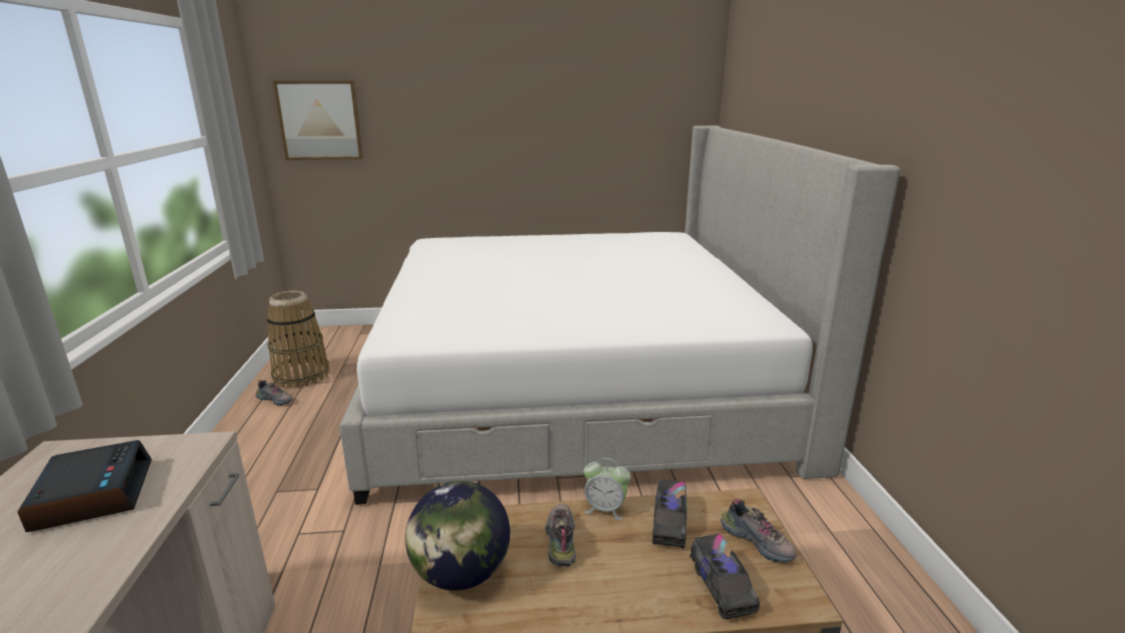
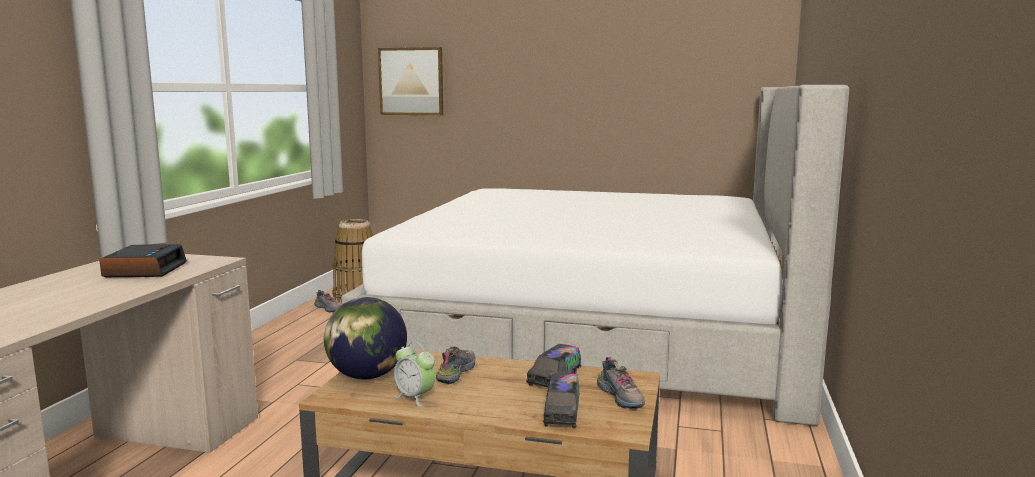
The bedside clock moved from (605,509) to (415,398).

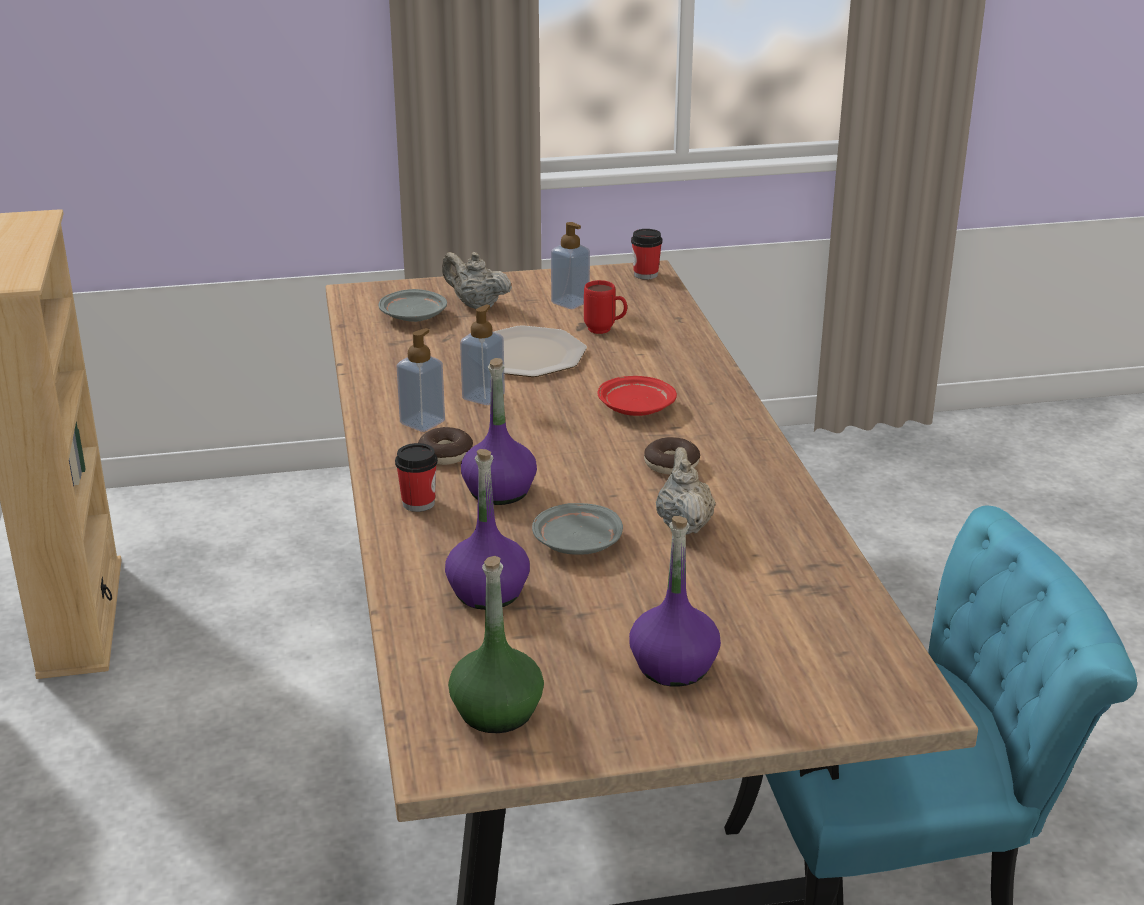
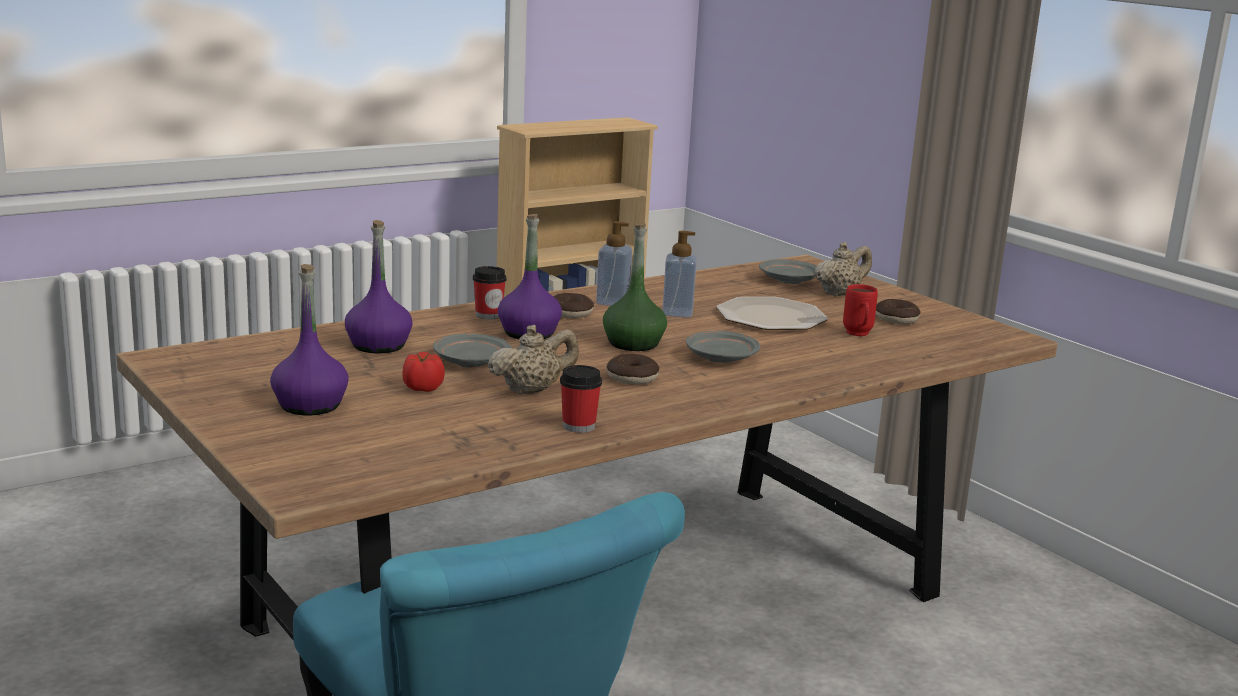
The beige-coloured tea pot at (476,305) turned 45 degrees clockwise.
The green drink bottle moved from (496,712) to (633,343).
The soap dispenser at (570,302) was replaced by the doughnut at (896,319).
The red plate at (635,408) became the greyish plate at (721,358).
The drinking cup moved from (645,274) to (579,426).
The fresh tomato at (422,388) appeared.

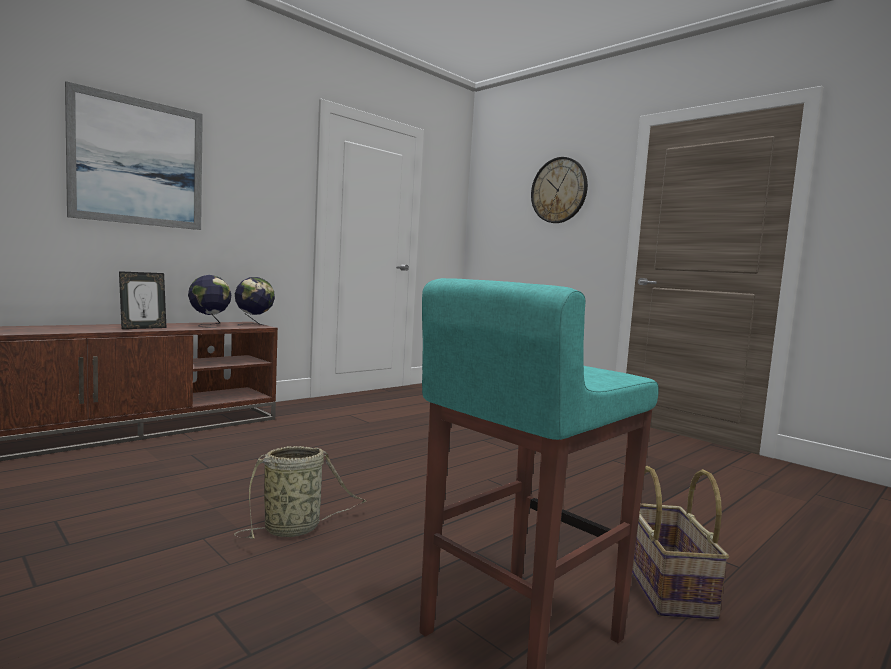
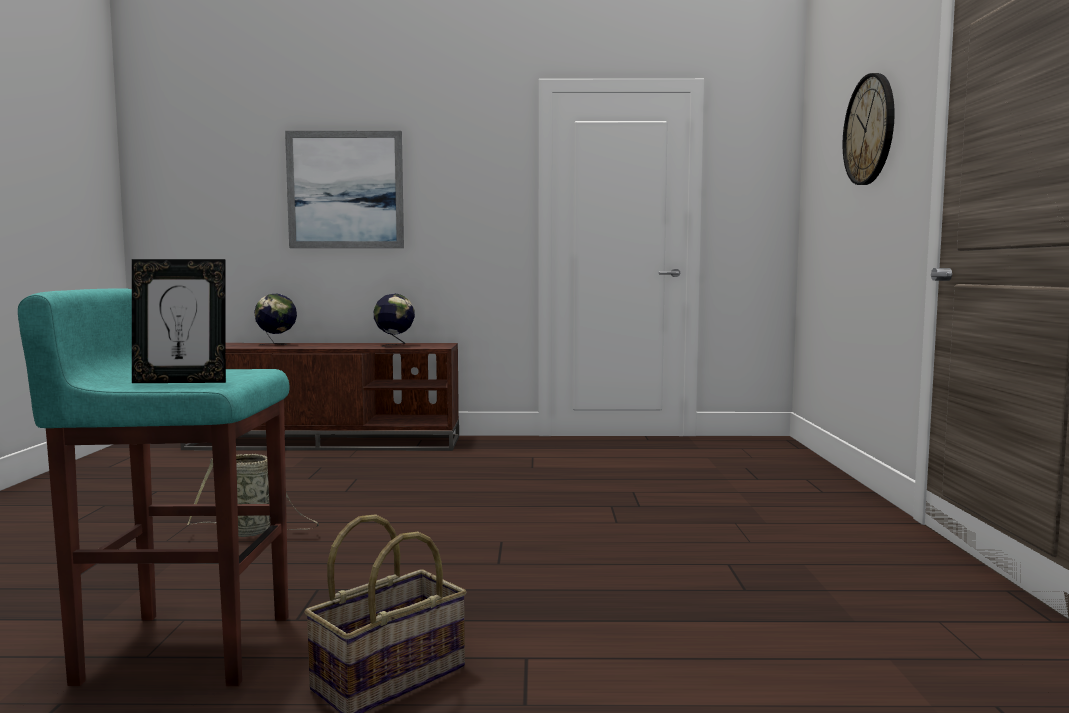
The standing frame moved from (143,328) to (181,381).
The world globe moved from (254,325) to (277,345).

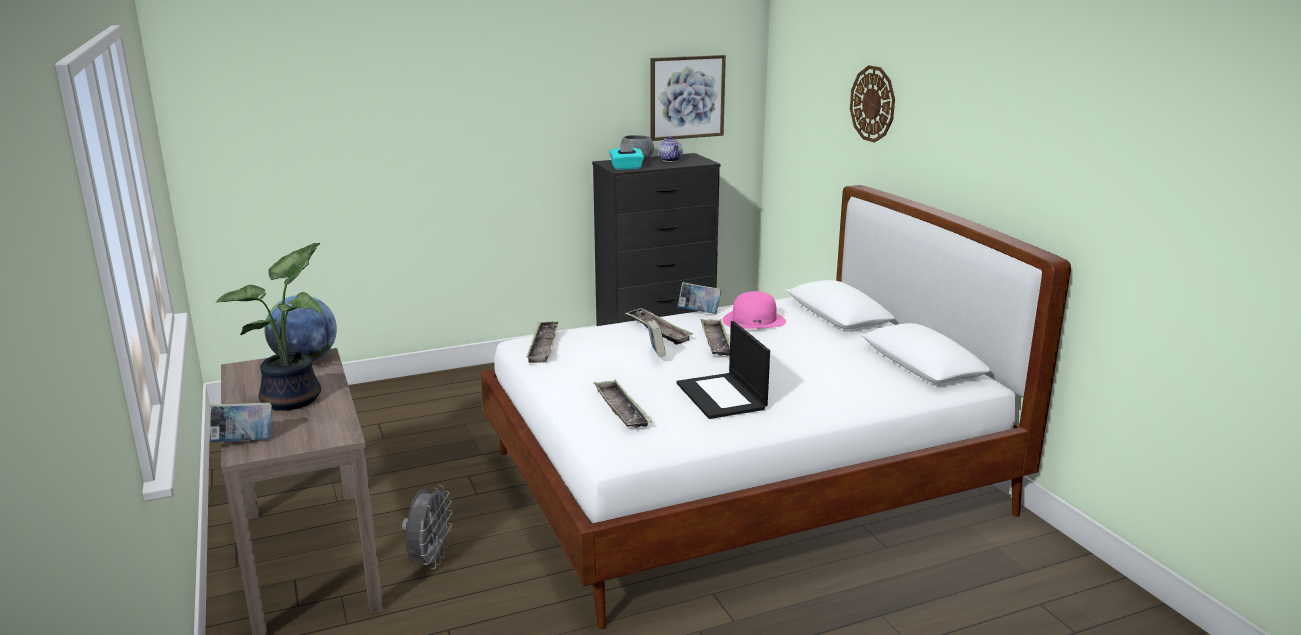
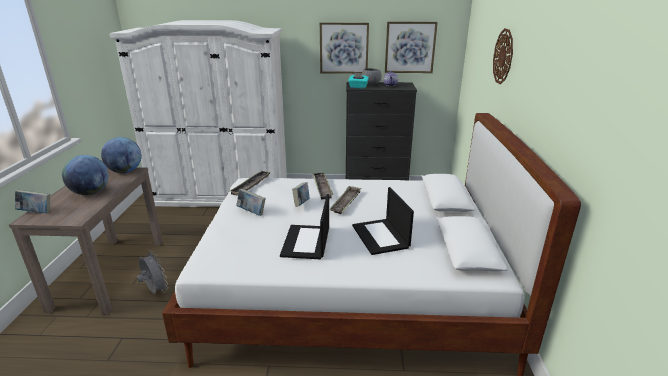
The plant in a pot at (295,399) was replaced by the world globe at (90,193).
The greyish fan at (430,560) turned 75 degrees counterclockwise.
The serving tray at (621,409) disappeared.
The bound book moved from (699,313) to (251,212).
The pinkish hat at (754,320) disappeared.
The white clothes cupboard at (221,195) appeared.
The wall picture at (344,48) appeared.
The laptop at (381,237) appeared.

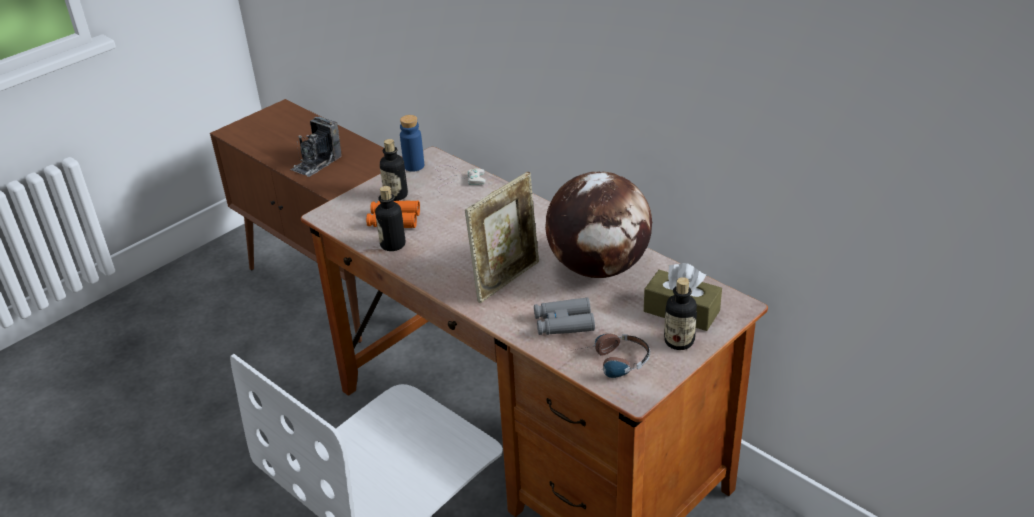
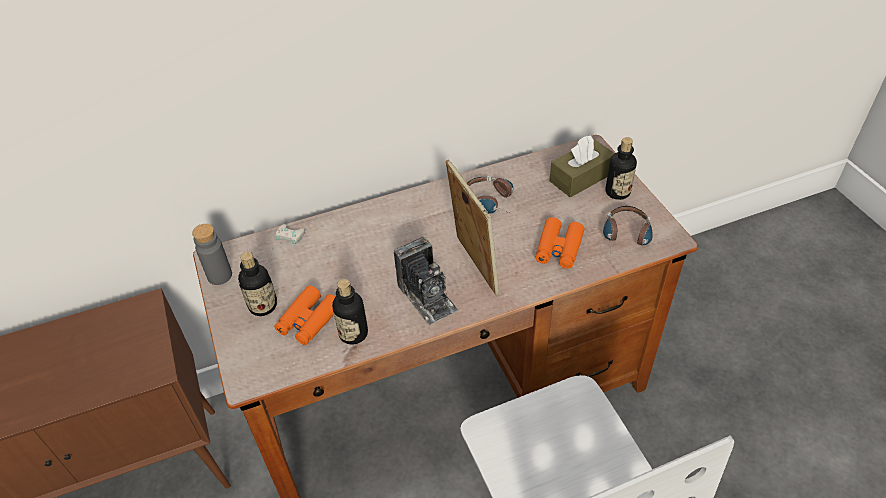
The photo camera moved from (317,163) to (427,297).
The bluish drink bottle at (414,166) became the greyish drink bottle at (219,275).
The greyish field glasses at (563,323) became the orange field glasses at (558,248).
The world globe at (599,268) was replaced by the headphones at (494,202).

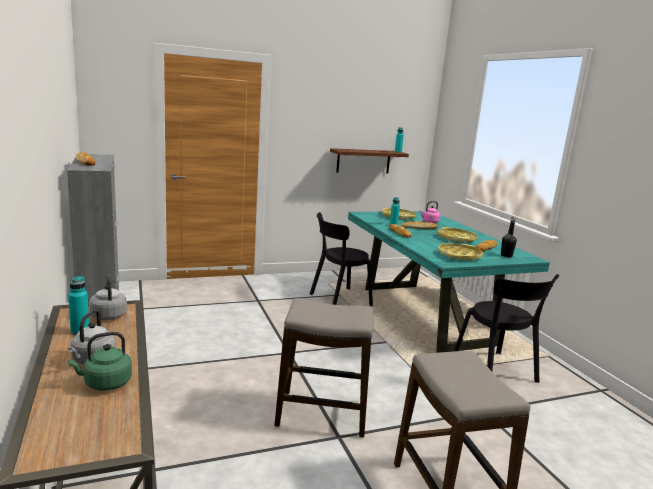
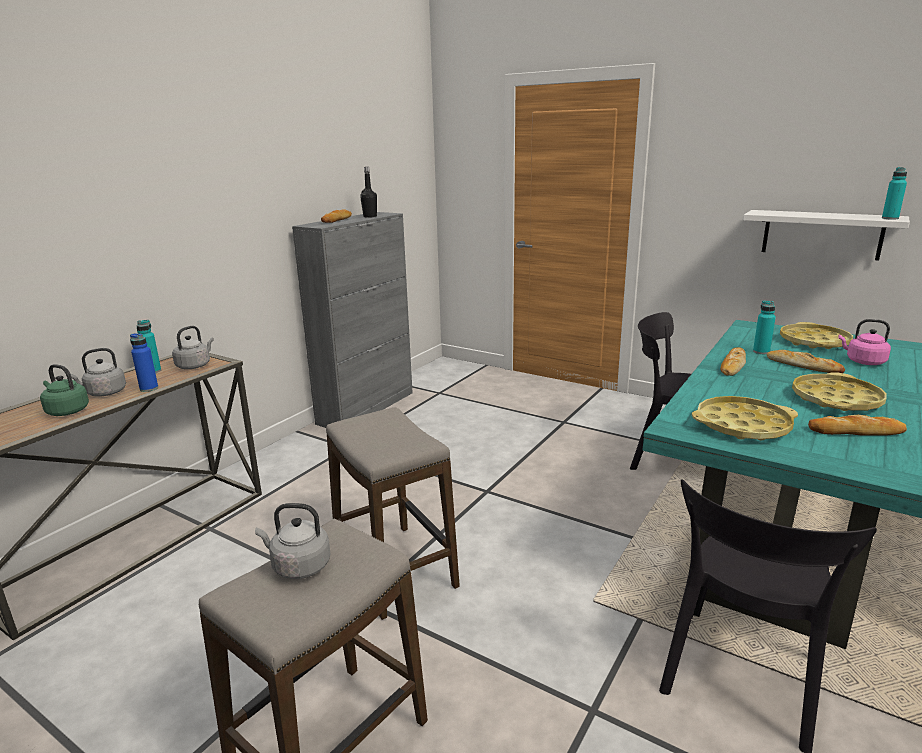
The brownish wall shelf at (363,161) became the white wall shelf at (821,234).
The black-coloured drink bottle moved from (506,256) to (370,216).
The bluish drink bottle at (149,388) appeared.
The greyish tea kettle at (298,566) appeared.

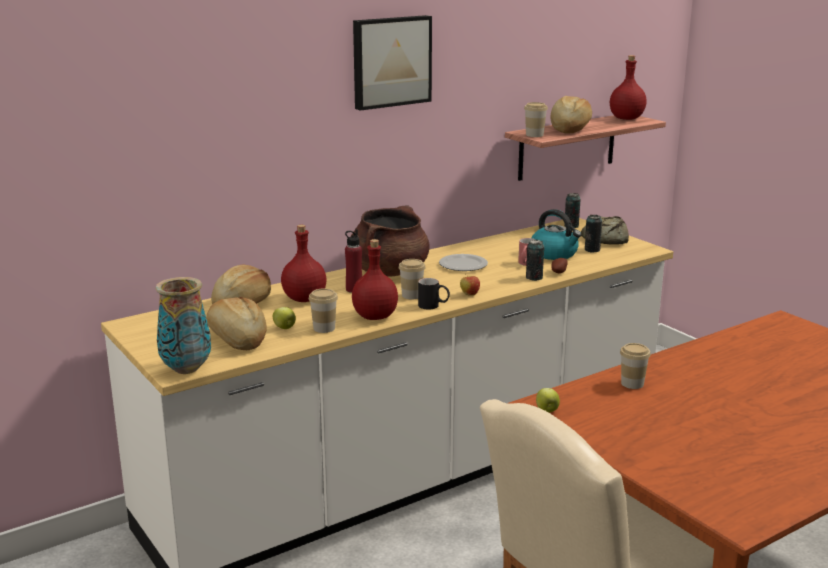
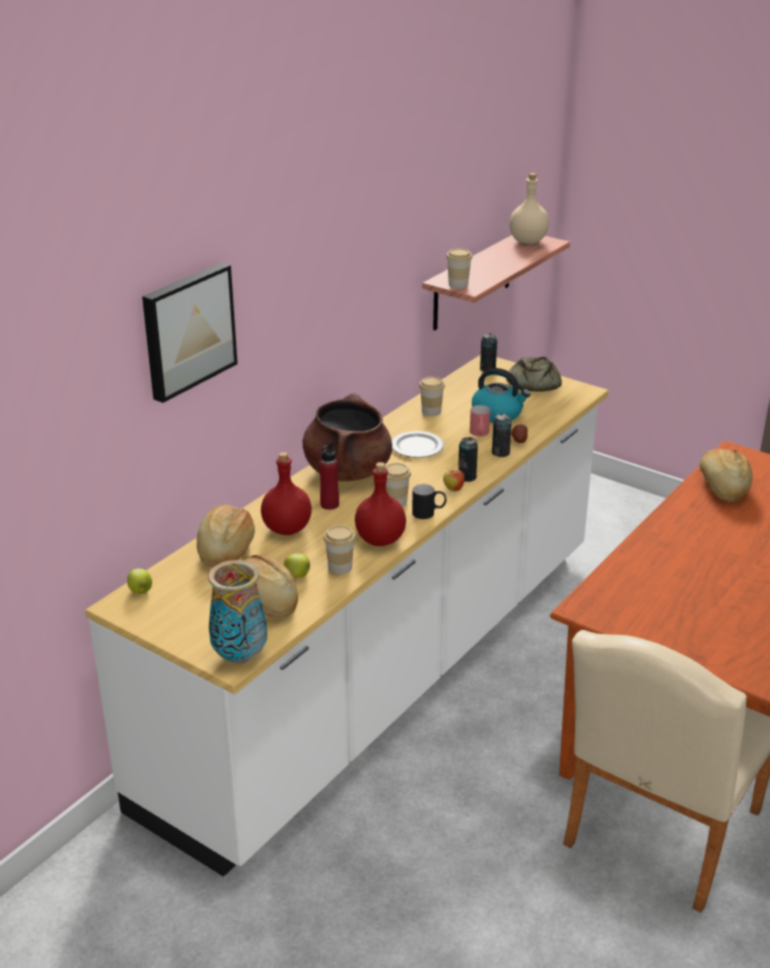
The wall picture moved from (390,61) to (187,330).
The whole apple moved from (547,410) to (140,591).
The bread moved from (569,129) to (722,487).
The can moved from (592,250) to (467,477).
The red drink bottle at (627,119) became the beige-coloured drink bottle at (528,241).
The drinking cup moved from (632,383) to (431,411).

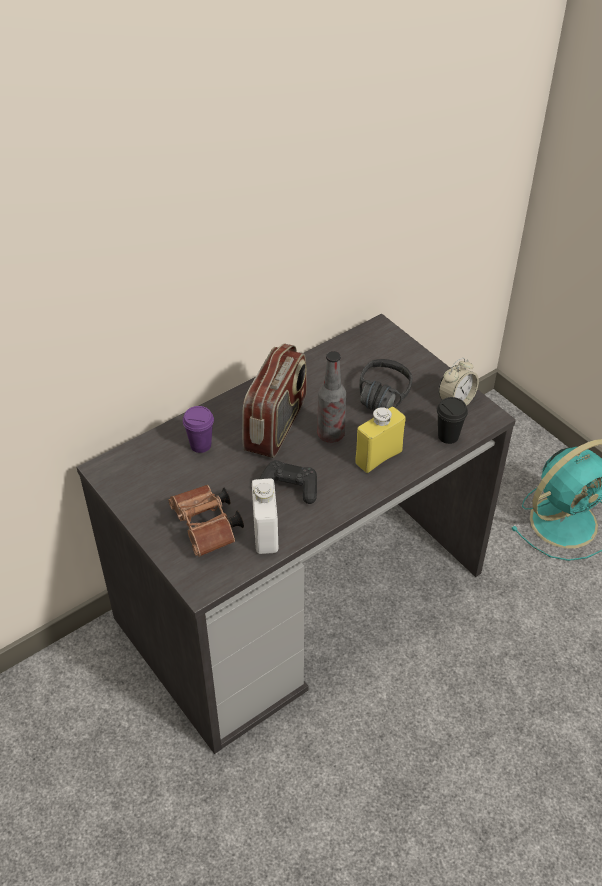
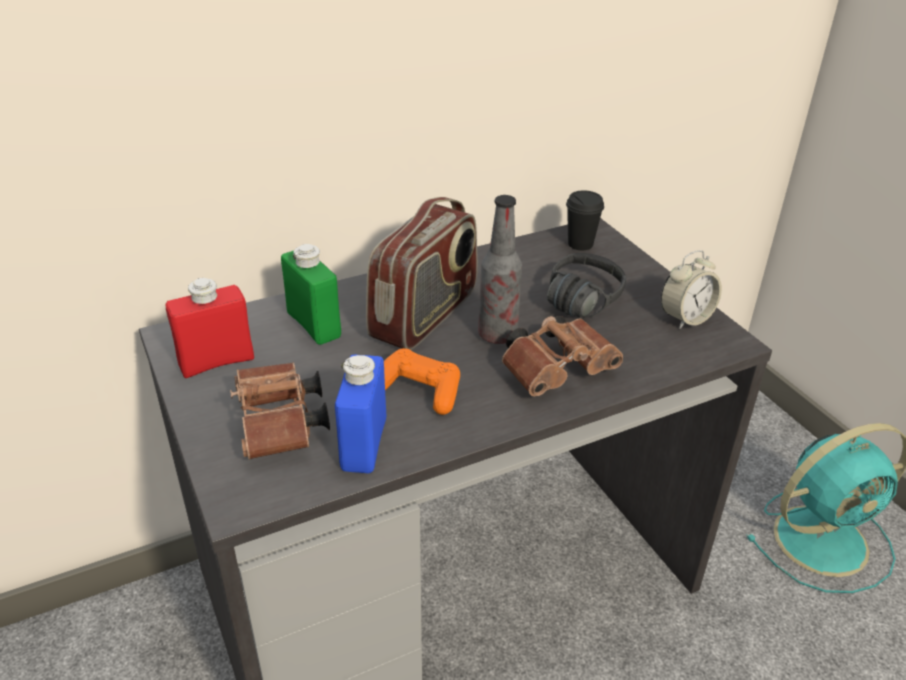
The purple-coloured drinking cup at (201,445) was replaced by the green drink bottle at (314,325).
The white drink bottle at (265,533) became the bluish drink bottle at (364,444).
The black-coloured joypad at (289,487) became the orange joypad at (418,391).
The yellow drink bottle at (378,457) was replaced by the brownish field glasses at (559,370).
The black-coloured drinking cup moved from (448,436) to (580,244).
The red drink bottle at (216,362) appeared.

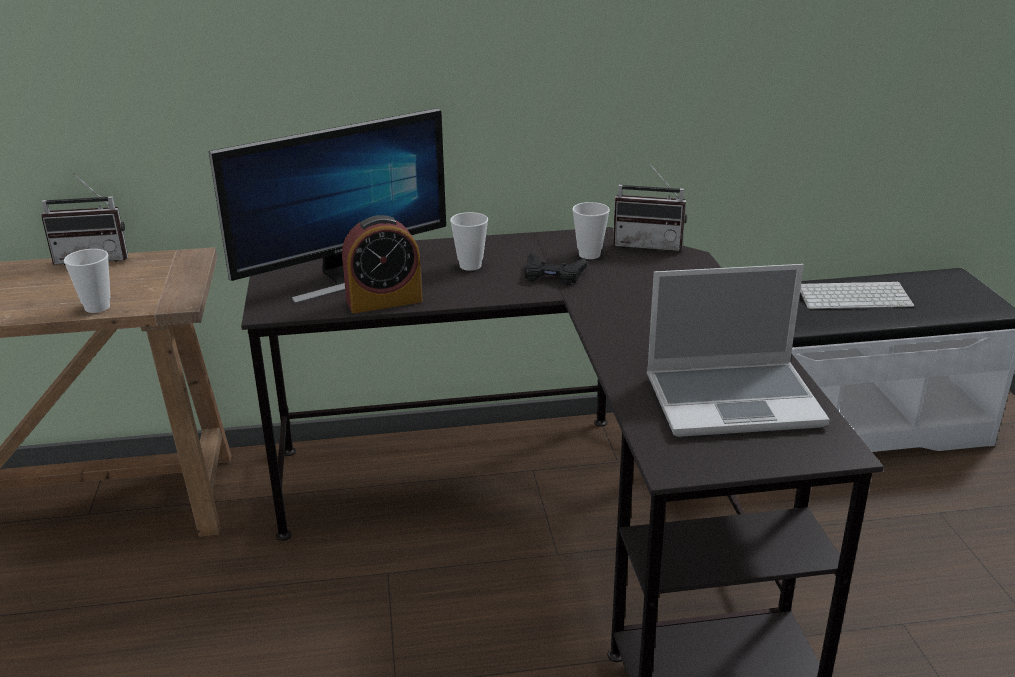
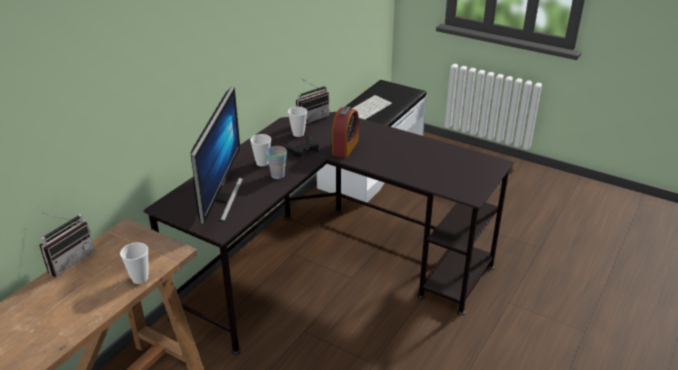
The bedside clock moved from (384,301) to (345,148).
The laptop at (734,400) disappeared.
The drinking cup at (277,175) appeared.

